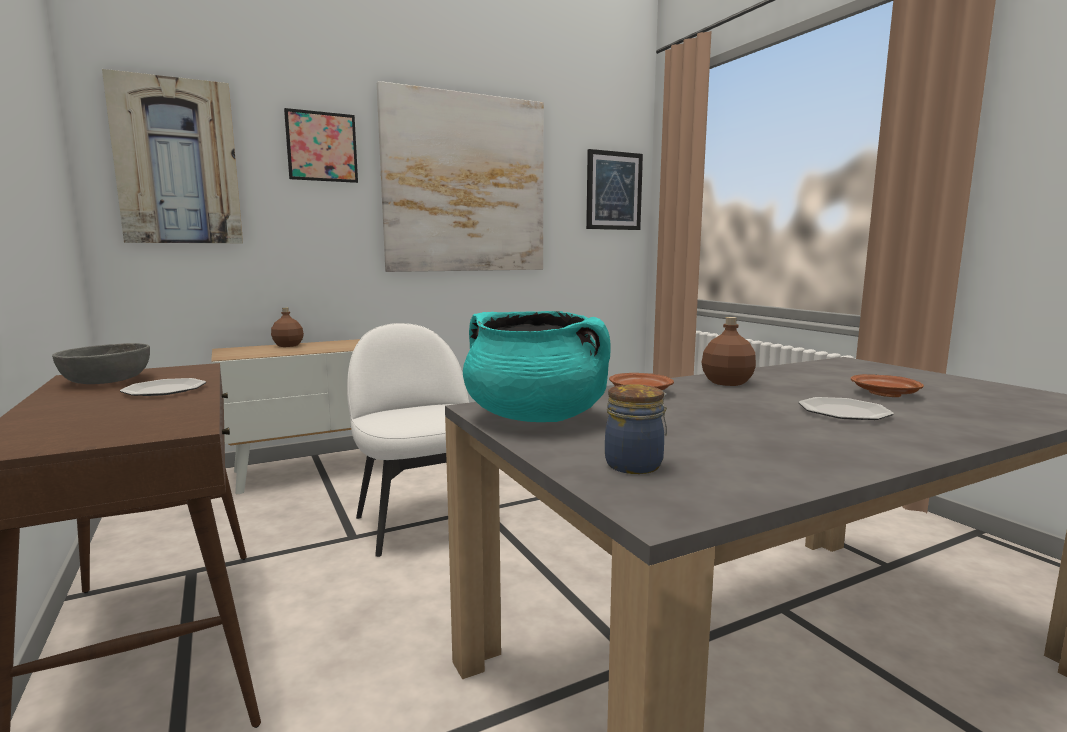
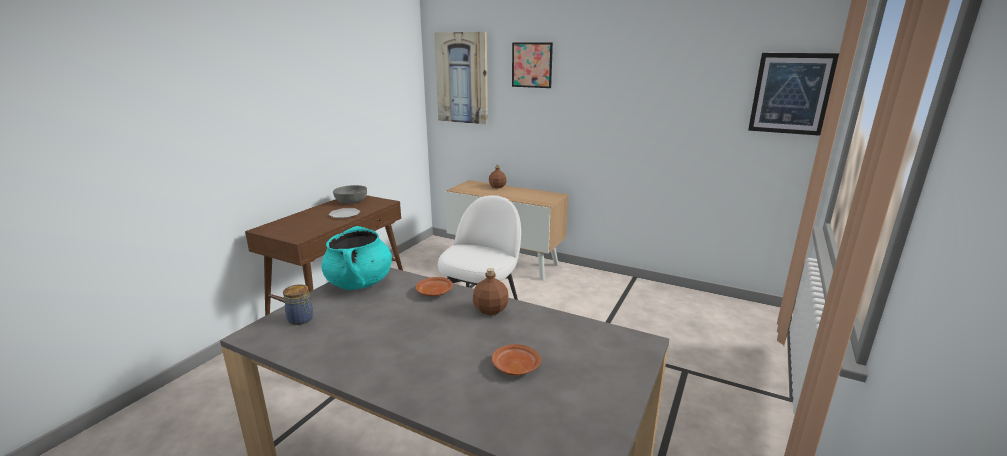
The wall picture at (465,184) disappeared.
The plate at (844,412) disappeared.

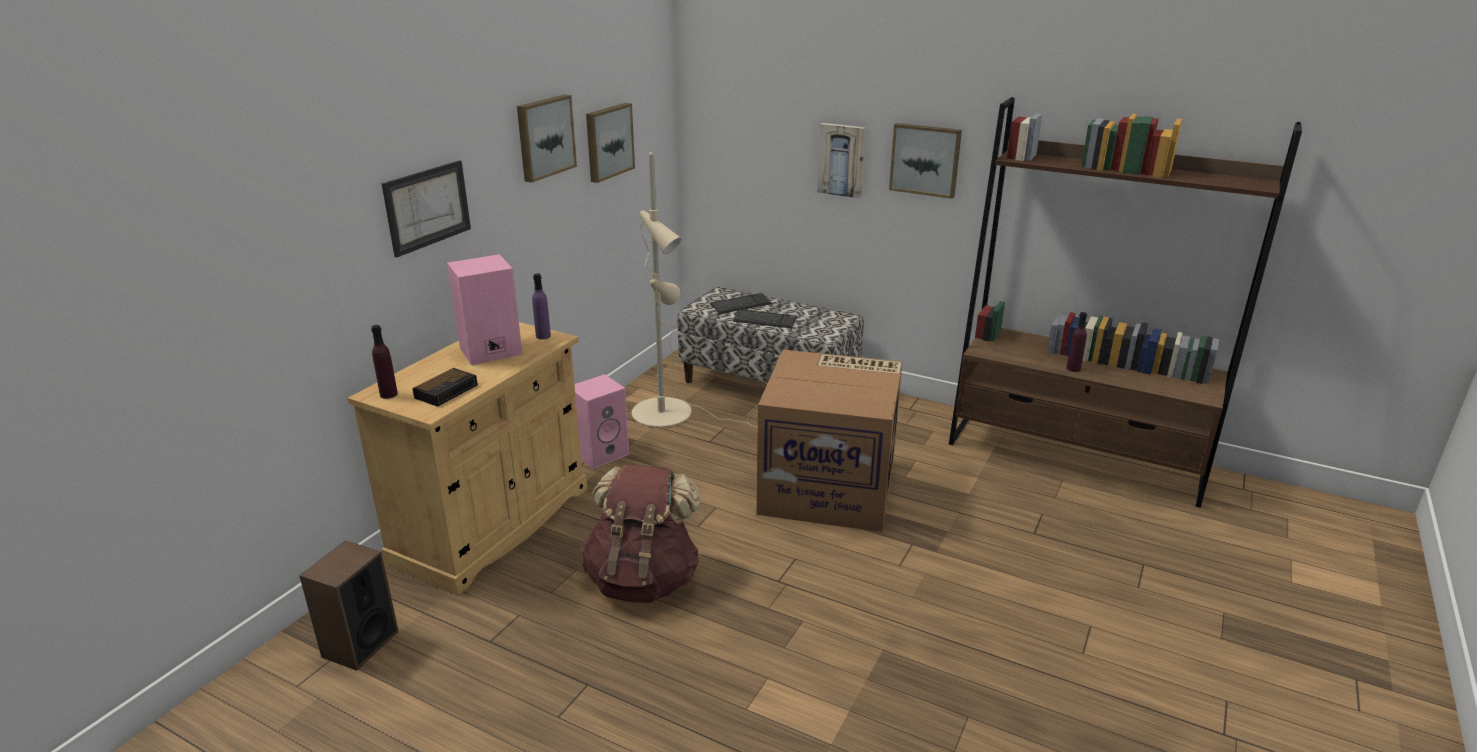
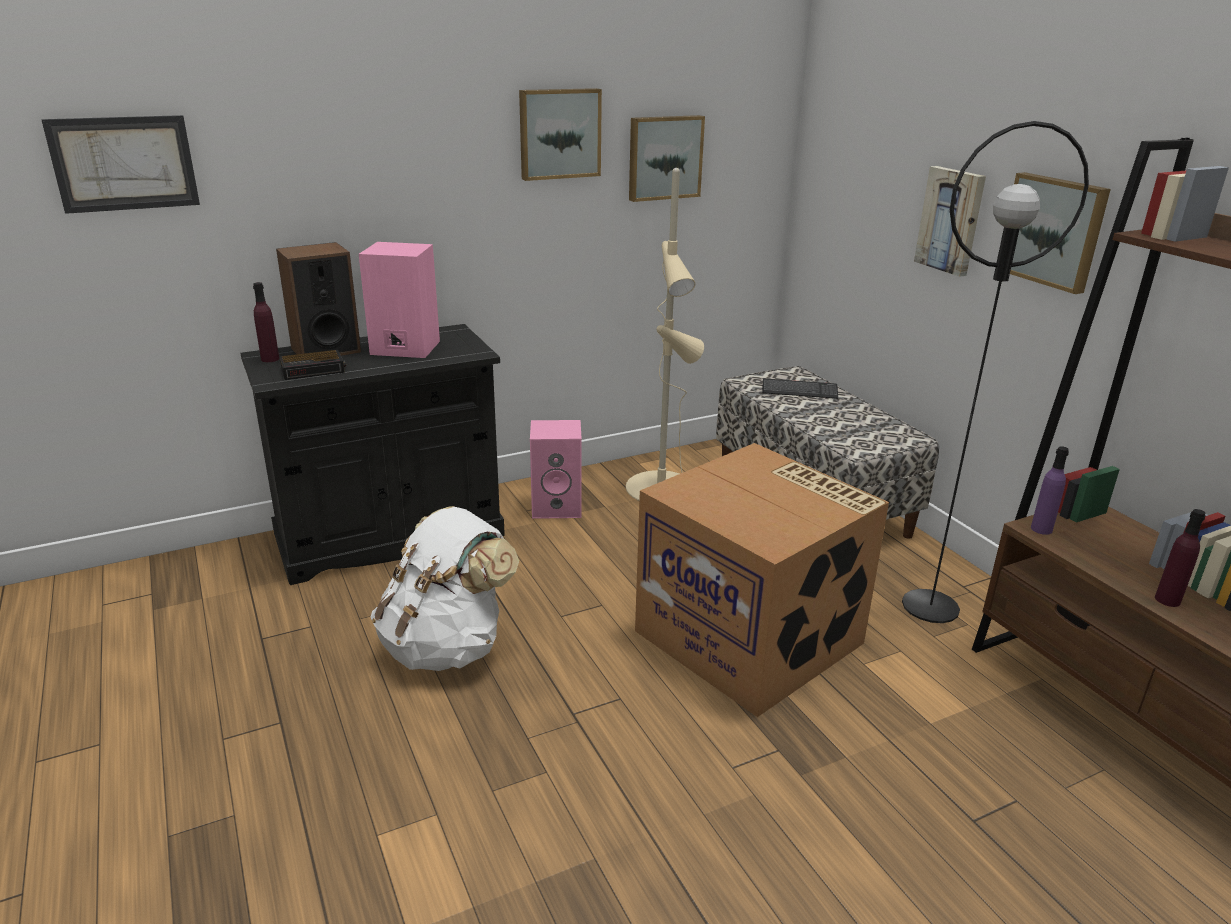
The loudspeaker moved from (360,644) to (325,350).
The beige-coloured storage cabinet at (493,524) became the black-coloured storage cabinet at (390,535).
The wall picture moved from (427,207) to (124,163).
The purple-coloured drink bottle moved from (543,336) to (1041,529).
The brownish knapsack at (643,580) became the white knapsack at (447,646).
The computer keyboard at (765,320) disappeared.
The black-coloured standard lamp at (930,606) appeared.

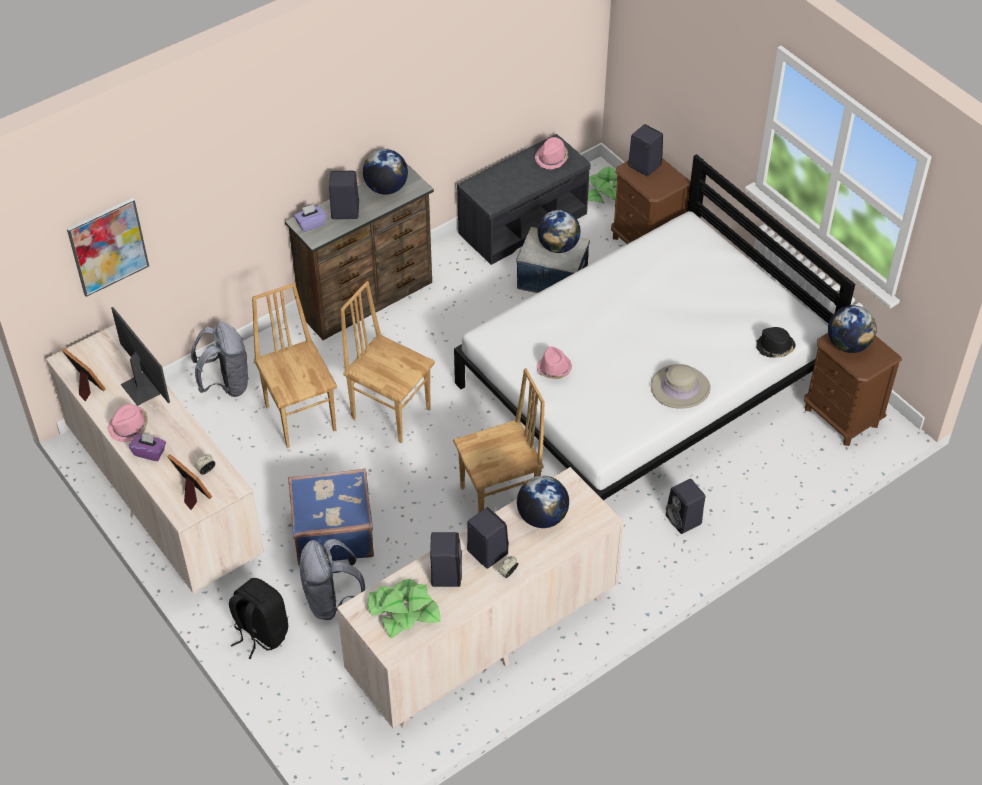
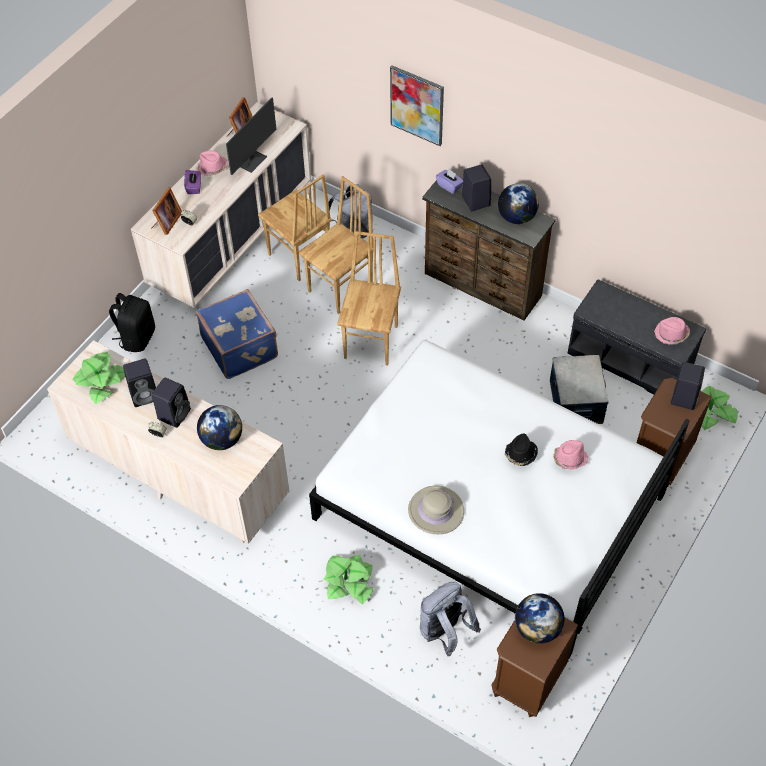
The wall picture moved from (108,246) to (417,105).
The greyish knapsack moved from (332,600) to (445,632).
The brownish plain chair moved from (500,499) to (299,257).
The pinkish hat moved from (554,369) to (569,458).
The world globe at (558,246) disappeared.
The black-coloured loudspeaker at (684,520) was replaced by the plant in a pot at (349,581).
The black-coloured hat moved from (774,348) to (520,454).

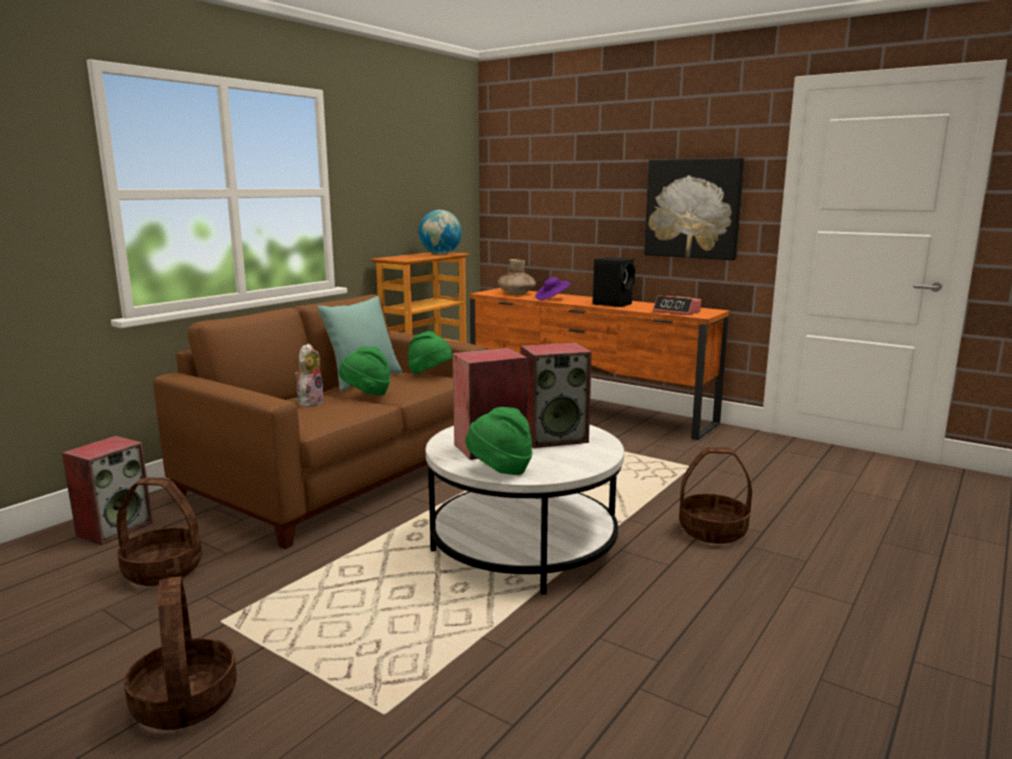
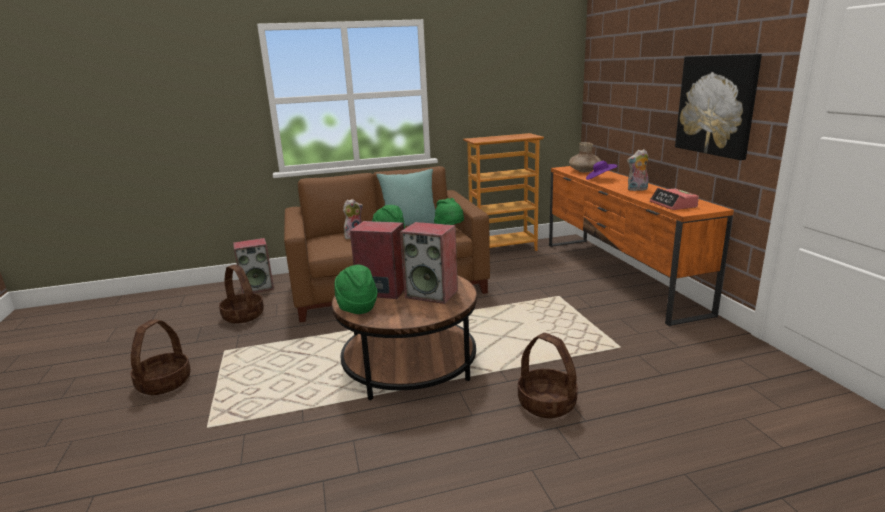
The world globe at (440,254) disappeared.
The white low table at (523,544) became the brownish low table at (409,363).
The black-coloured loudspeaker at (613,304) was replaced by the cuddly toy at (637,190).

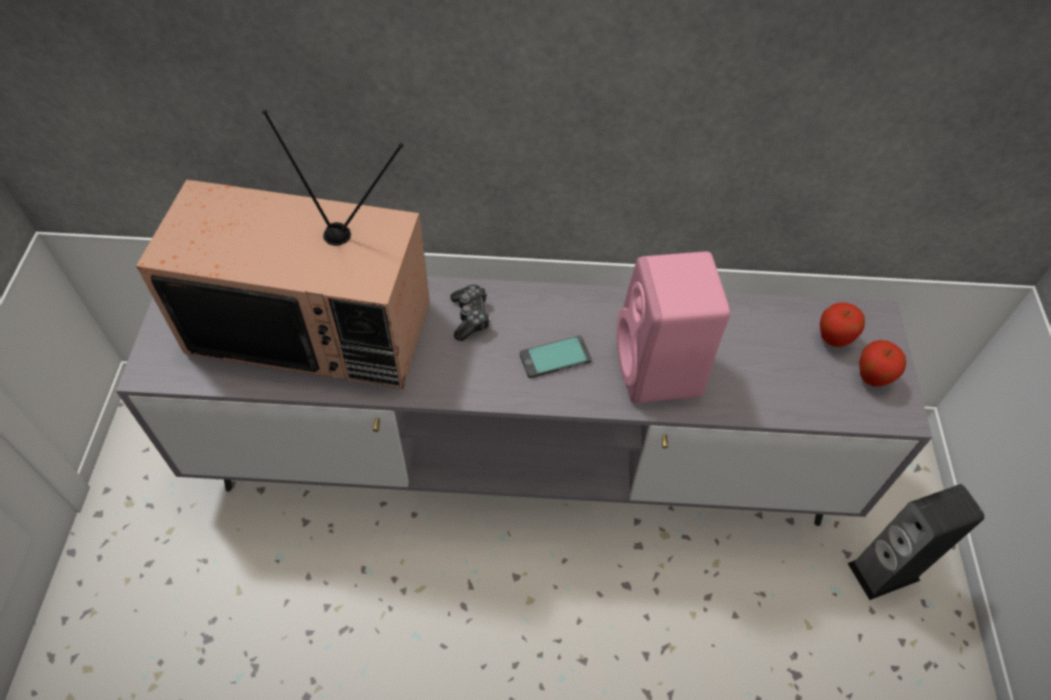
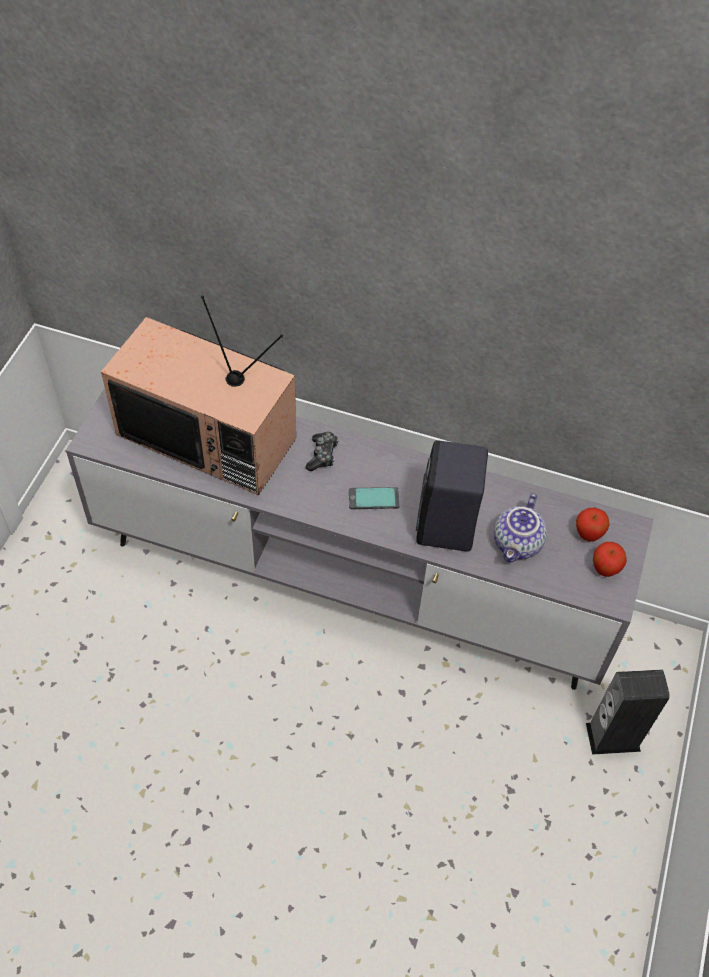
The pinkish loudspeaker at (660,371) became the black-coloured loudspeaker at (446,527).
The tea pot at (518,544) appeared.

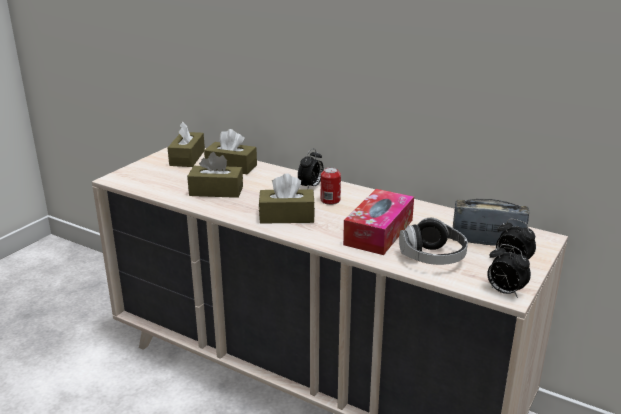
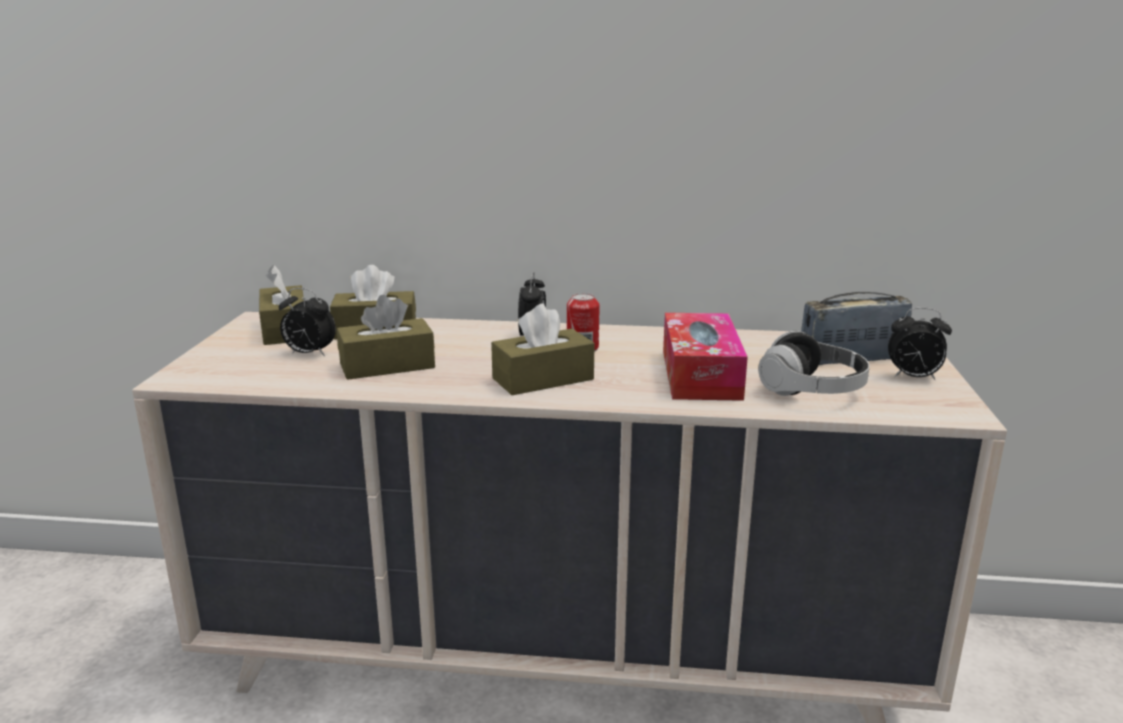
The bedside clock moved from (504,292) to (309,354).

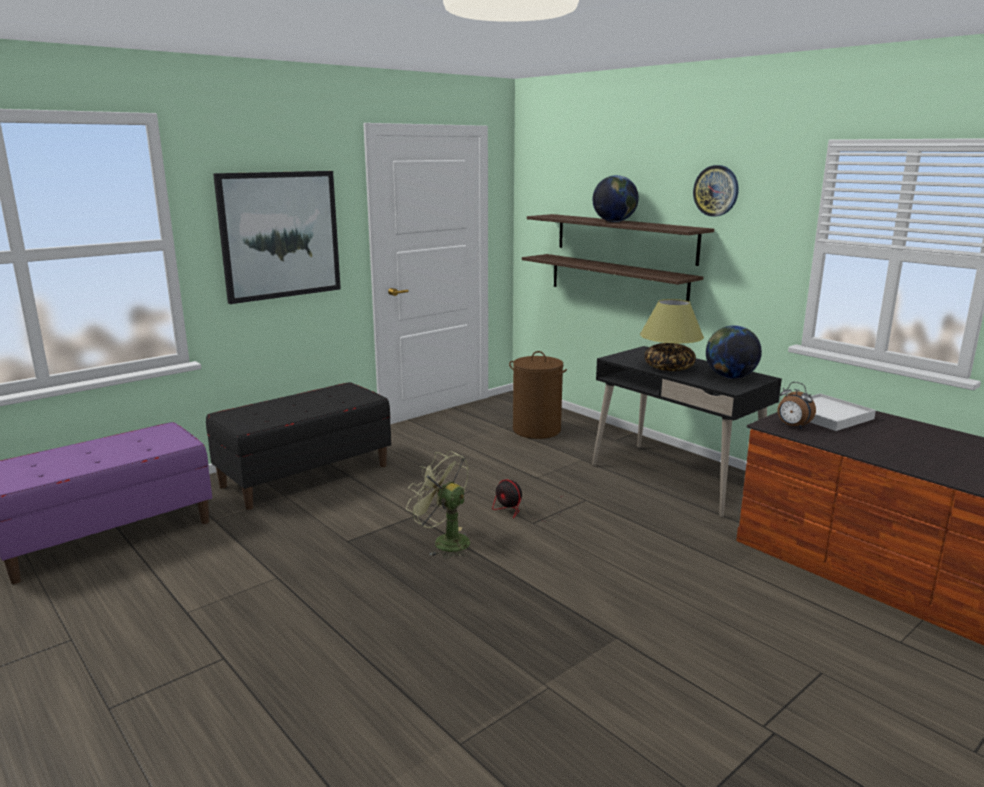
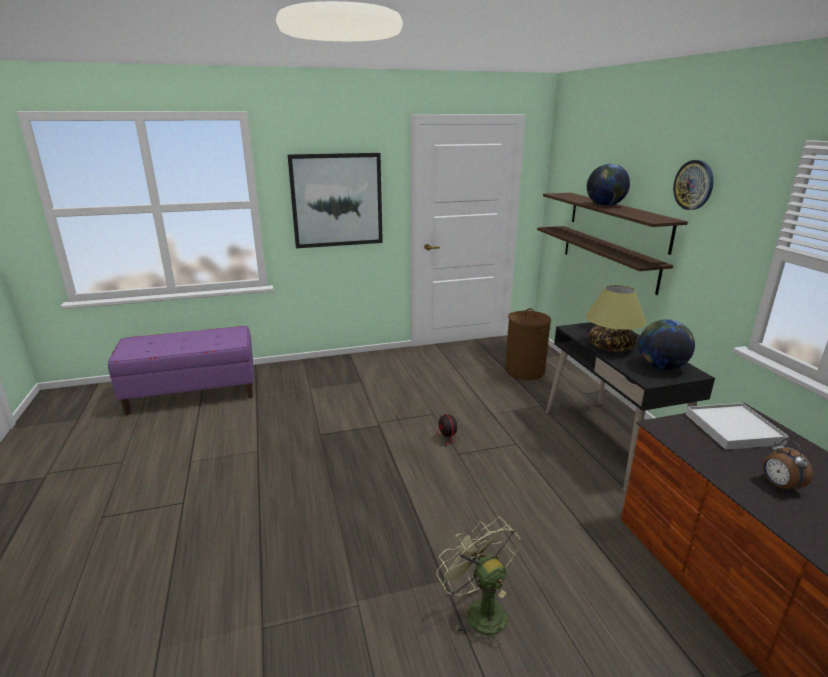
The black-coloured bench at (305,475) disappeared.
The green fan moved from (444,542) to (479,611).
The bedside clock moved from (792,426) to (779,486).

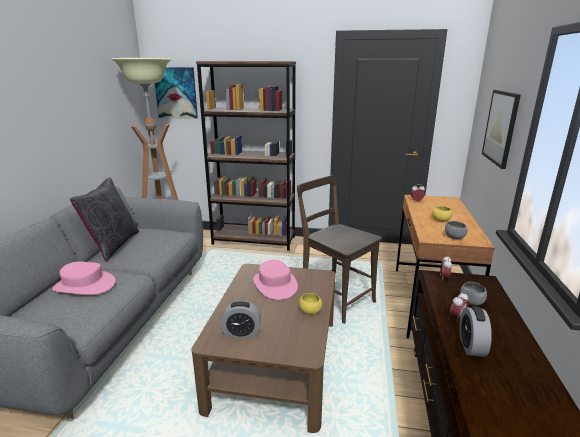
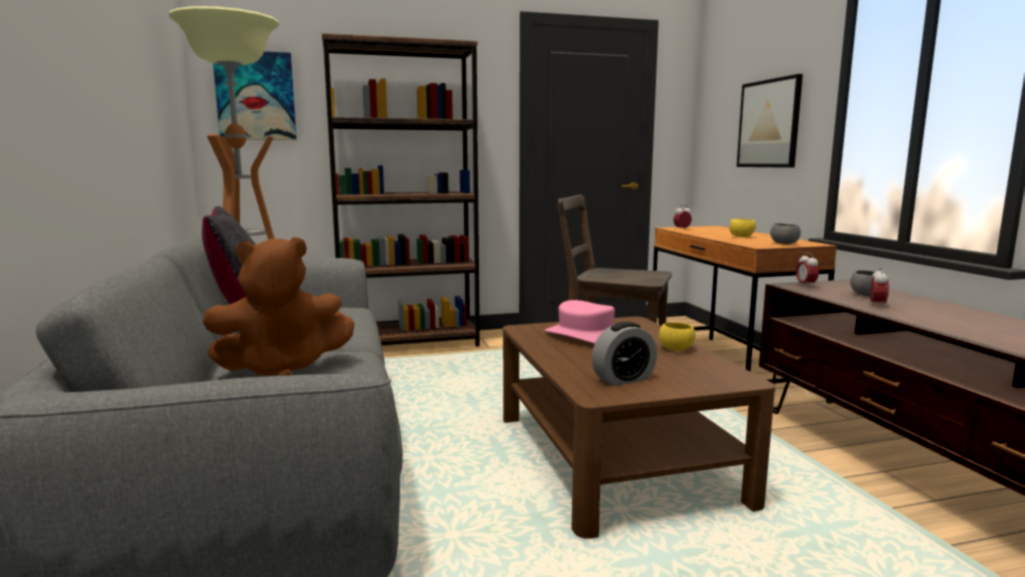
The pinkish hat at (84,285) was replaced by the brownish cuddly toy at (282,368).
The bedside clock at (471,346) disappeared.

